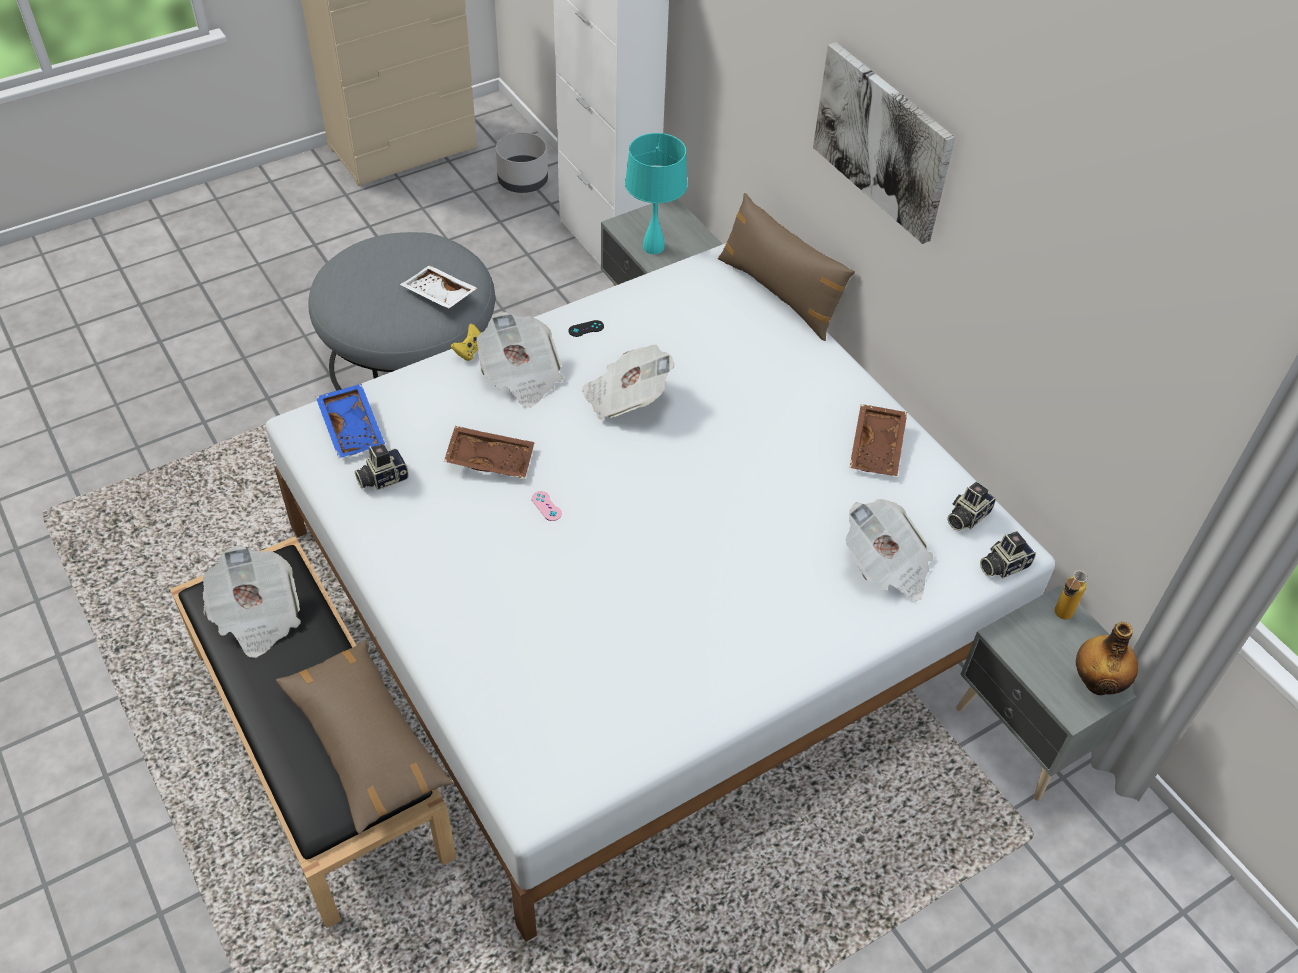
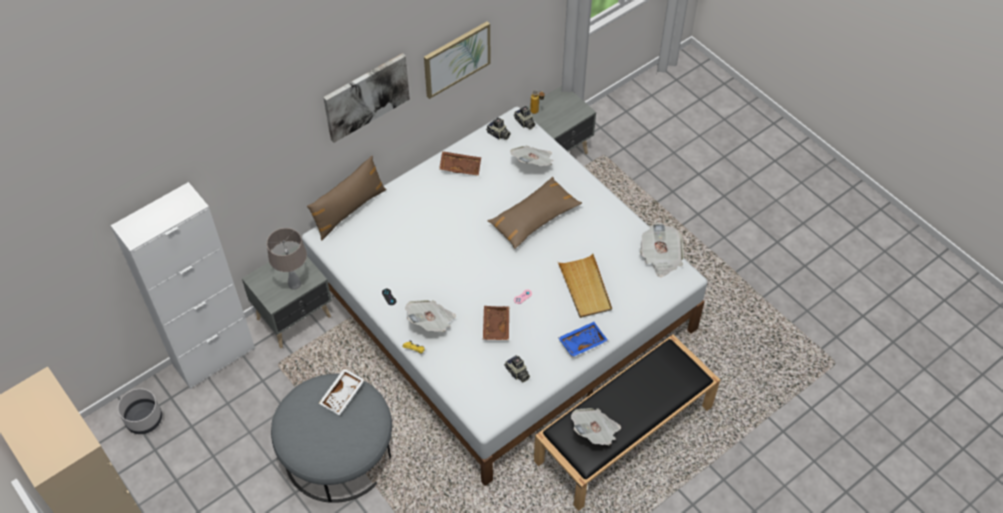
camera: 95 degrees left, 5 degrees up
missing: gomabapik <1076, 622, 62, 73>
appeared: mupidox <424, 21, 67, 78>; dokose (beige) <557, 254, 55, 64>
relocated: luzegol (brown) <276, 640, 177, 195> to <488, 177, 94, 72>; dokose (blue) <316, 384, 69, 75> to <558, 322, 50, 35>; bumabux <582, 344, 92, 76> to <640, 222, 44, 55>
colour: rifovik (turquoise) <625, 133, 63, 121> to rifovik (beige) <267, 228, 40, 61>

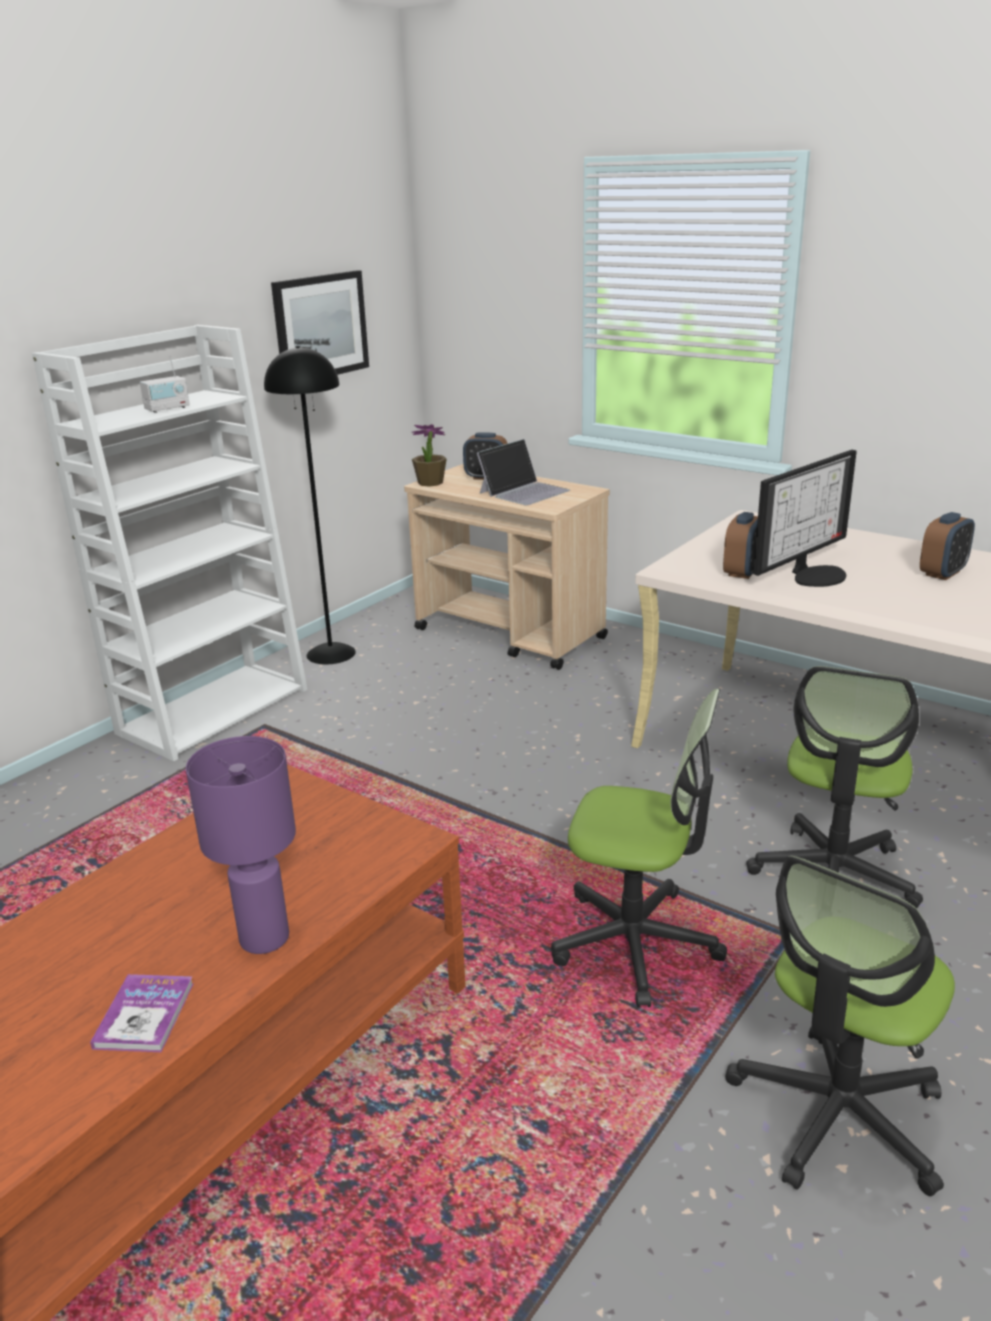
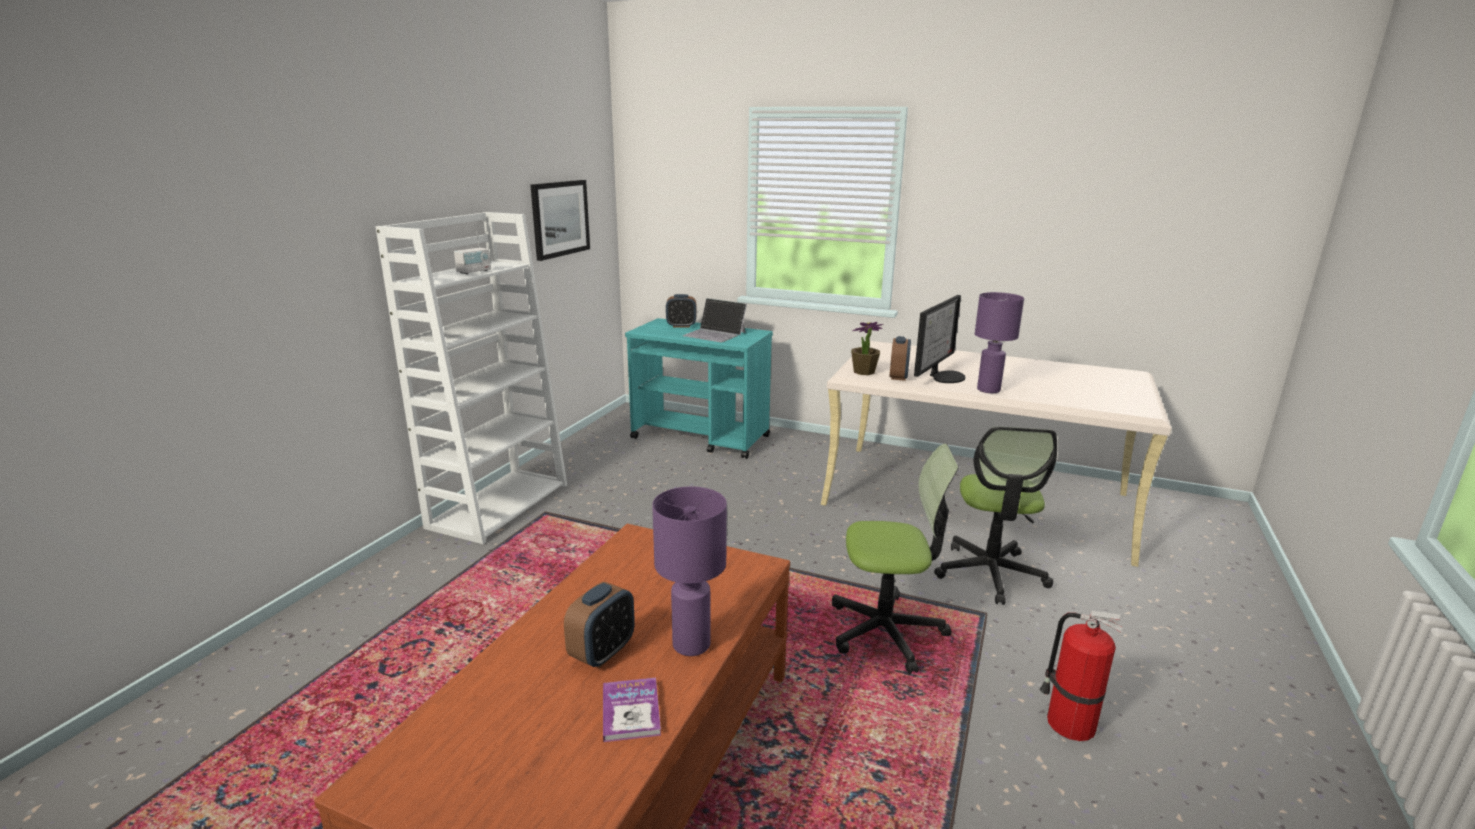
camera: 15 degrees left, 5 degrees down
missing: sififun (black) <264, 346, 92, 318>
appeared: rifovik (purple) <975, 292, 49, 101>
relocated: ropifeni <412, 424, 35, 63> to <851, 322, 33, 53>; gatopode <920, 512, 55, 68> to <564, 582, 71, 86>
exchanged: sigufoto <725, 856, 230, 340> to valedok <1040, 611, 84, 130>
colour: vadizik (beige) <404, 464, 206, 206> to vadizik (turquoise) <625, 318, 148, 141>
spun: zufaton <477, 439, 93, 66> = <683, 298, 64, 44> 90 degrees clockwise

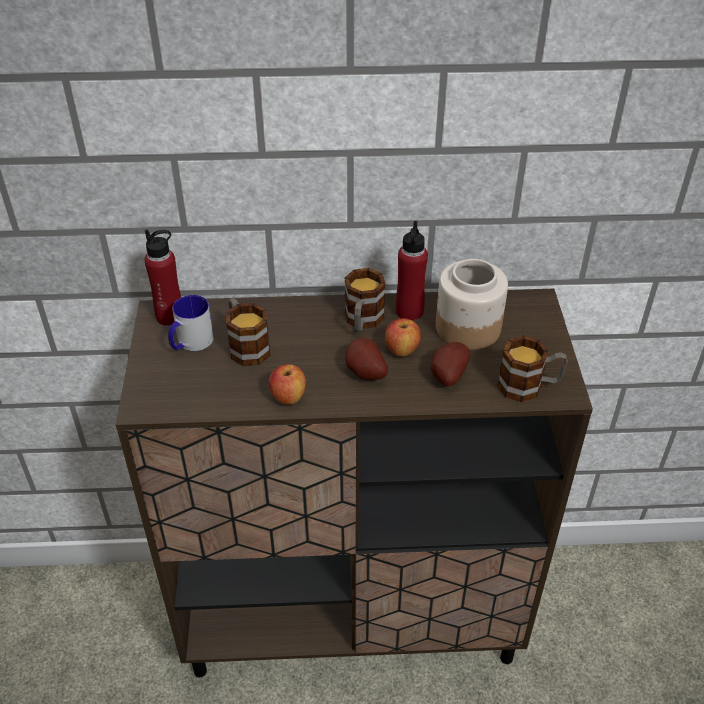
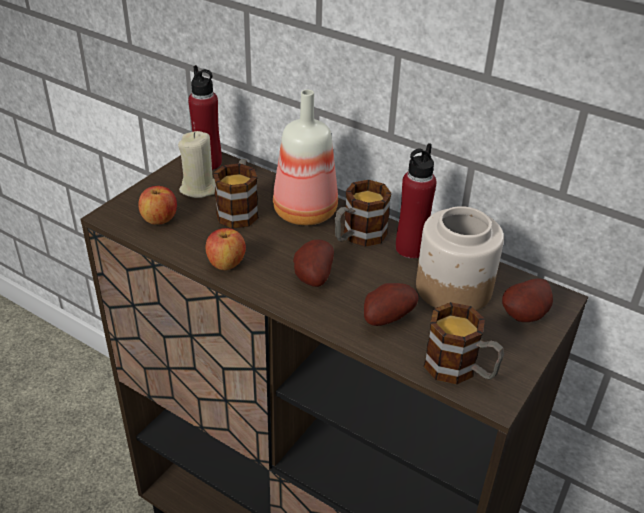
camera: 35 degrees right, 5 degrees down
appeared: gomabapik <273, 89, 65, 136>; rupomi <502, 279, 51, 43>
relocated: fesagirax <385, 318, 36, 38> to <138, 186, 39, 39>
exchanged: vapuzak <168, 295, 46, 56> to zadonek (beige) <178, 131, 37, 67>

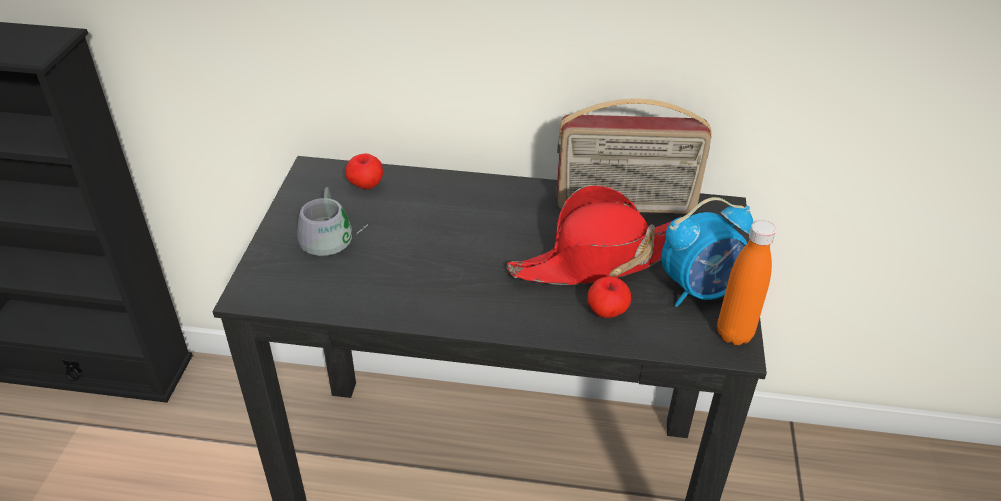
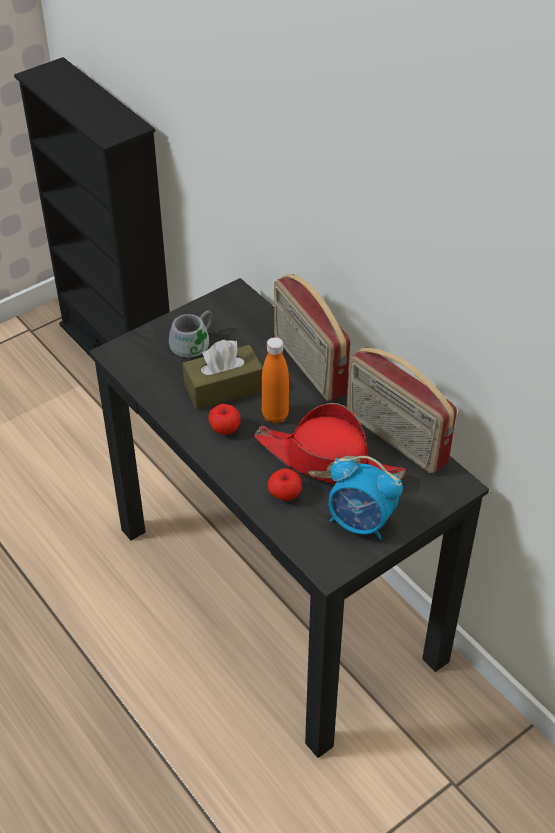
camera: 45 degrees right, 5 degrees up
appeared: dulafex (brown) <182, 340, 81, 69>; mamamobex <274, 274, 76, 127>
relocated: fesagirax <345, 153, 38, 36> to <208, 404, 33, 31>; gomabapik (orange) <717, 220, 59, 125> to <262, 337, 27, 87>

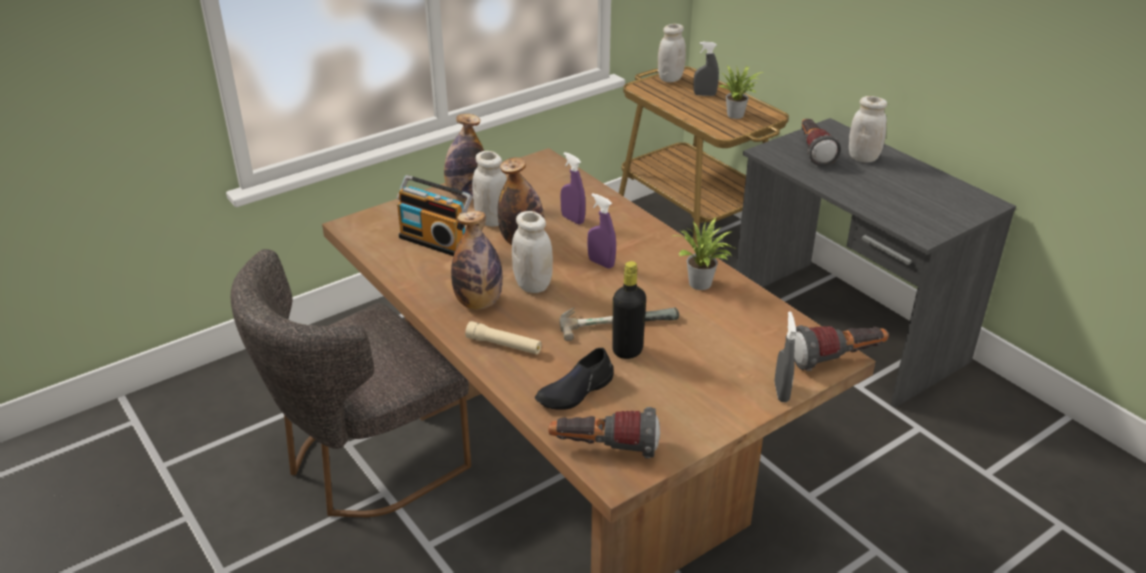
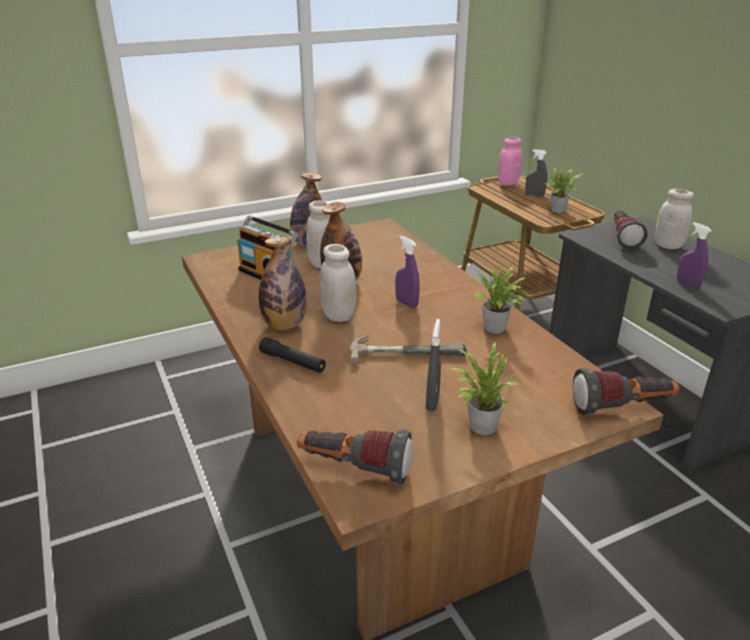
camera: 10 degrees right, 5 degrees down
missing: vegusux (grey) <231, 249, 240, 268>; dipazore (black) <535, 347, 79, 63>; gomabapik (black) <612, 261, 34, 98>
appeared: ropifeni <450, 342, 70, 93>
relocated: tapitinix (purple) <560, 152, 26, 73> to <677, 222, 34, 67>; tapitinix (grey) <775, 311, 21, 91> to <426, 319, 15, 92>
colour: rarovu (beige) <465, 321, 77, 34> to rarovu (black) <259, 337, 67, 36>; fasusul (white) <658, 24, 28, 58> to fasusul (pink) <498, 137, 24, 49>

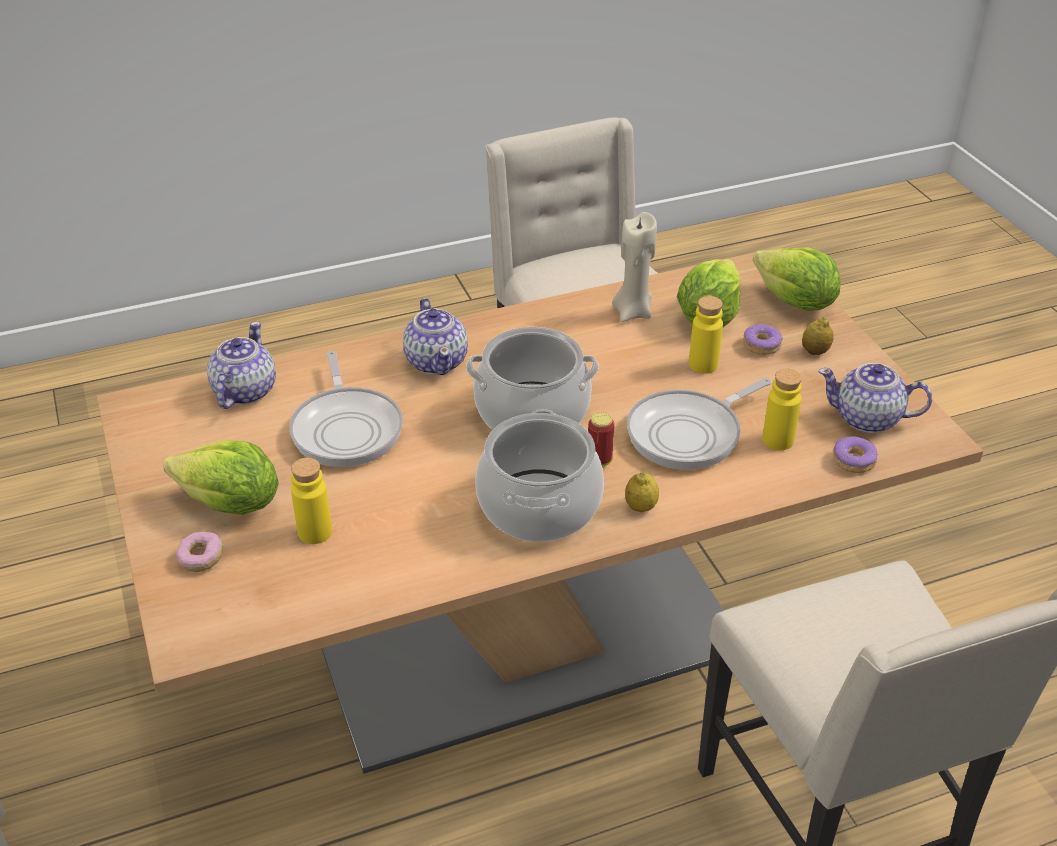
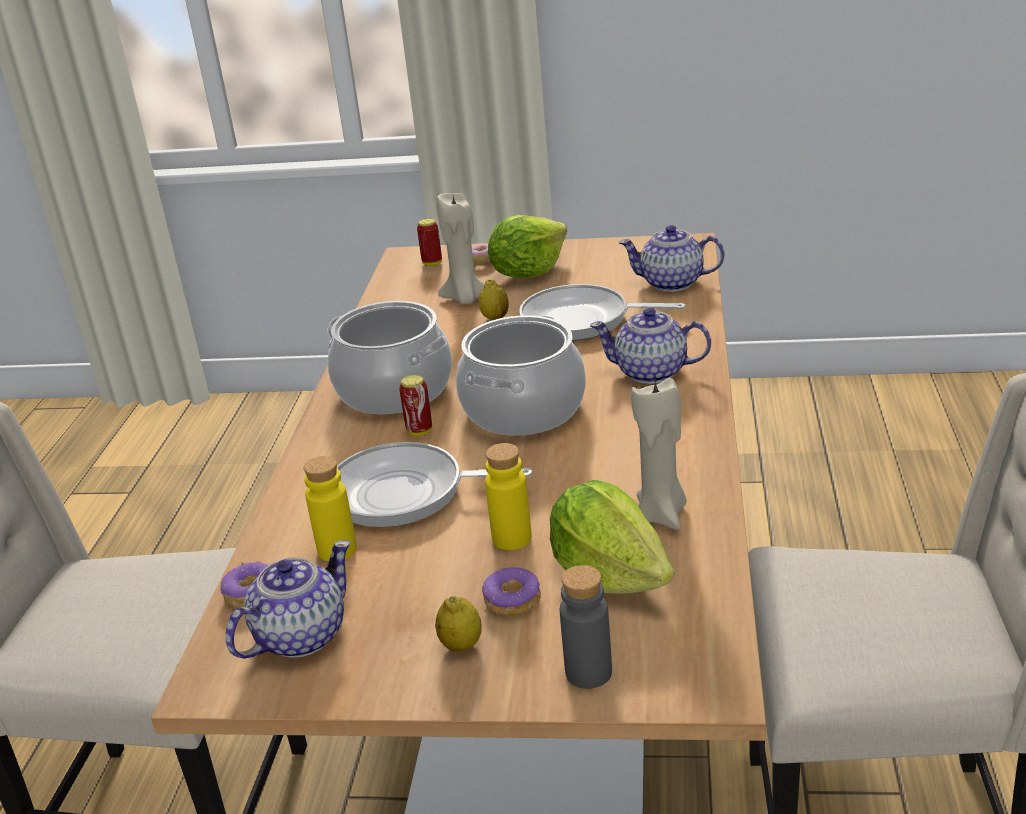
camera: 120 degrees right, 10 degrees down
appeared: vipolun <417, 218, 25, 48>
relocated: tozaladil <625, 472, 34, 40> to <479, 279, 30, 41>
exchanged: gomabapik (yellow) <291, 458, 41, 86> to zadonek (beige) <437, 193, 48, 111>; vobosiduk <753, 247, 88, 64> to gomabapik (grey) <560, 565, 52, 124>
spun: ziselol <207, 321, 69, 88> = <619, 225, 105, 67> 150 degrees clockwise; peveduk <627, 378, 145, 92> = <337, 442, 195, 85> 75 degrees counterclockwise

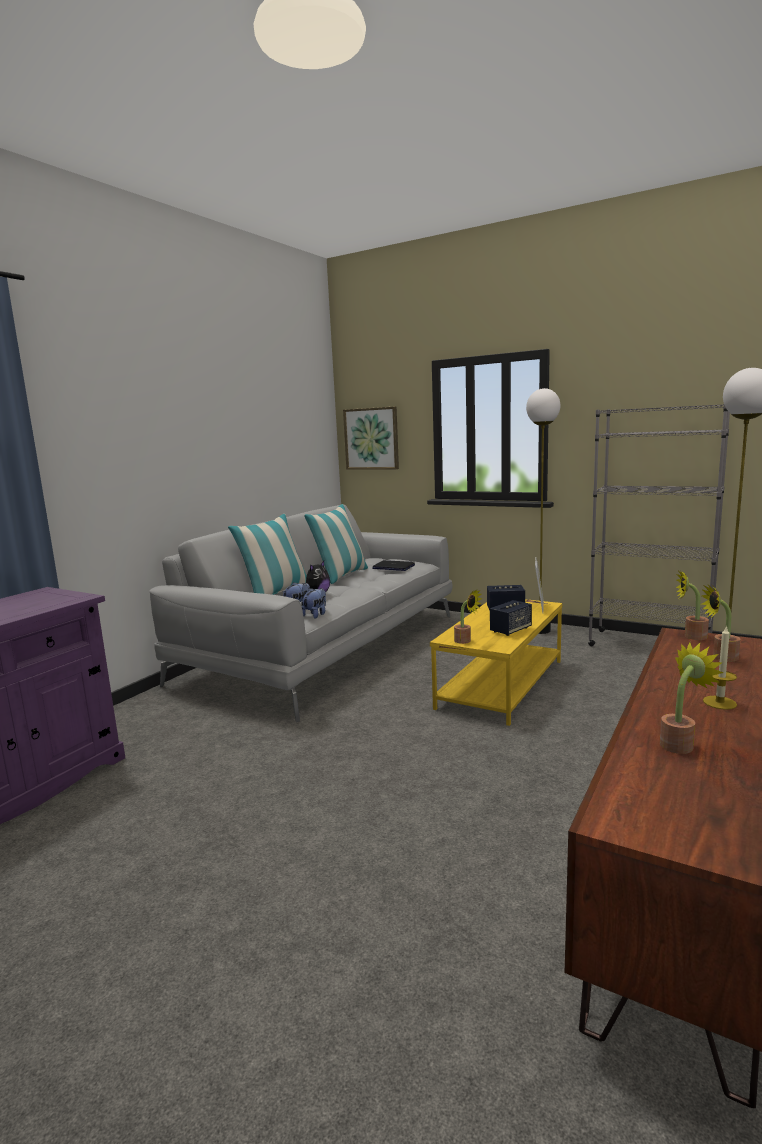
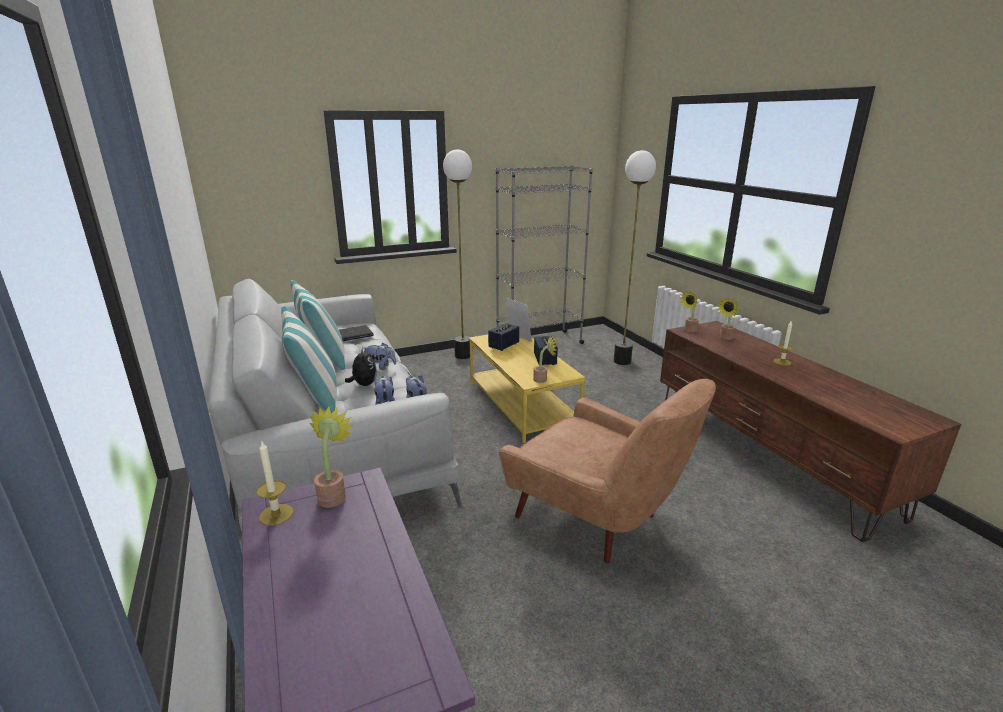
camera: 55 degrees left, 10 degrees up
missing: mupidox <343, 407, 56, 63>
appeared: zadonek <256, 440, 37, 86>; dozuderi <363, 343, 33, 27>; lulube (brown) <499, 379, 217, 184>
relocated: ropifeni <660, 642, 64, 112> to <309, 406, 44, 102>

